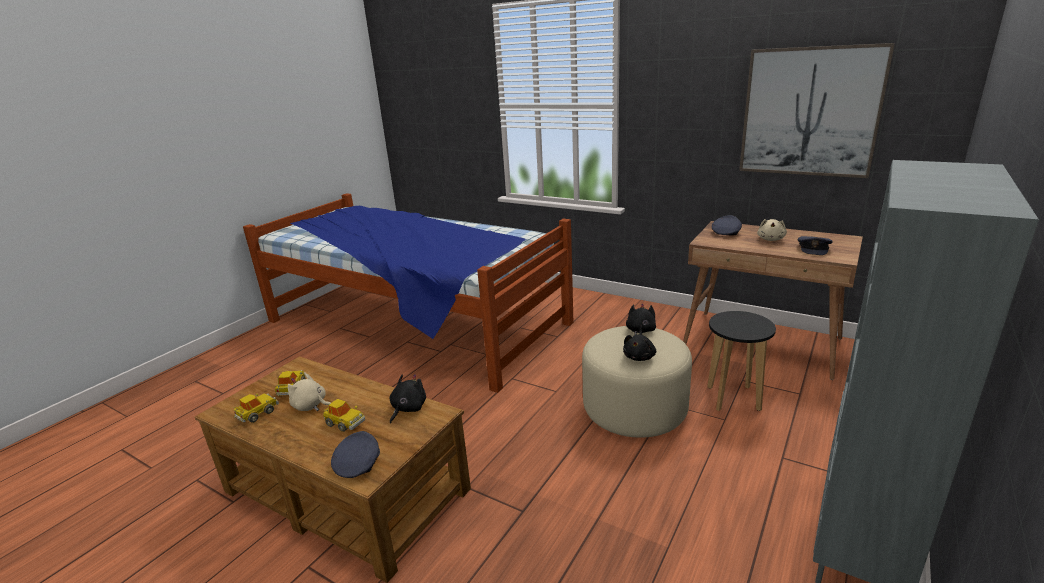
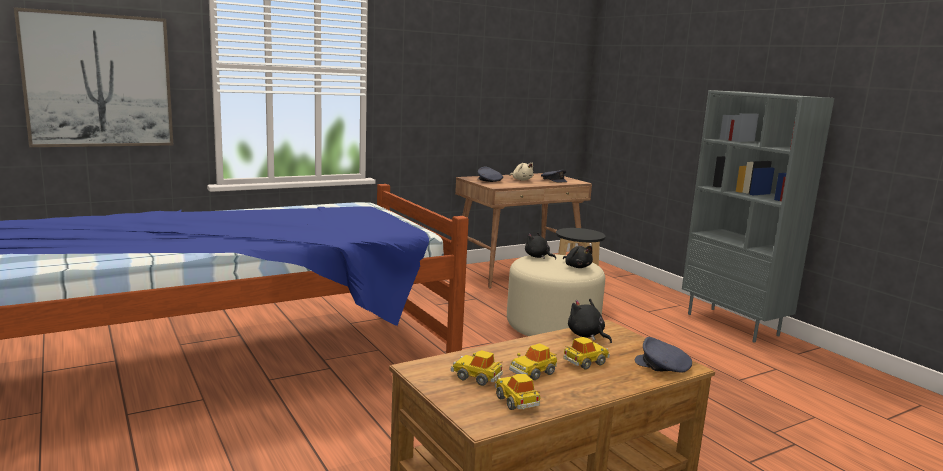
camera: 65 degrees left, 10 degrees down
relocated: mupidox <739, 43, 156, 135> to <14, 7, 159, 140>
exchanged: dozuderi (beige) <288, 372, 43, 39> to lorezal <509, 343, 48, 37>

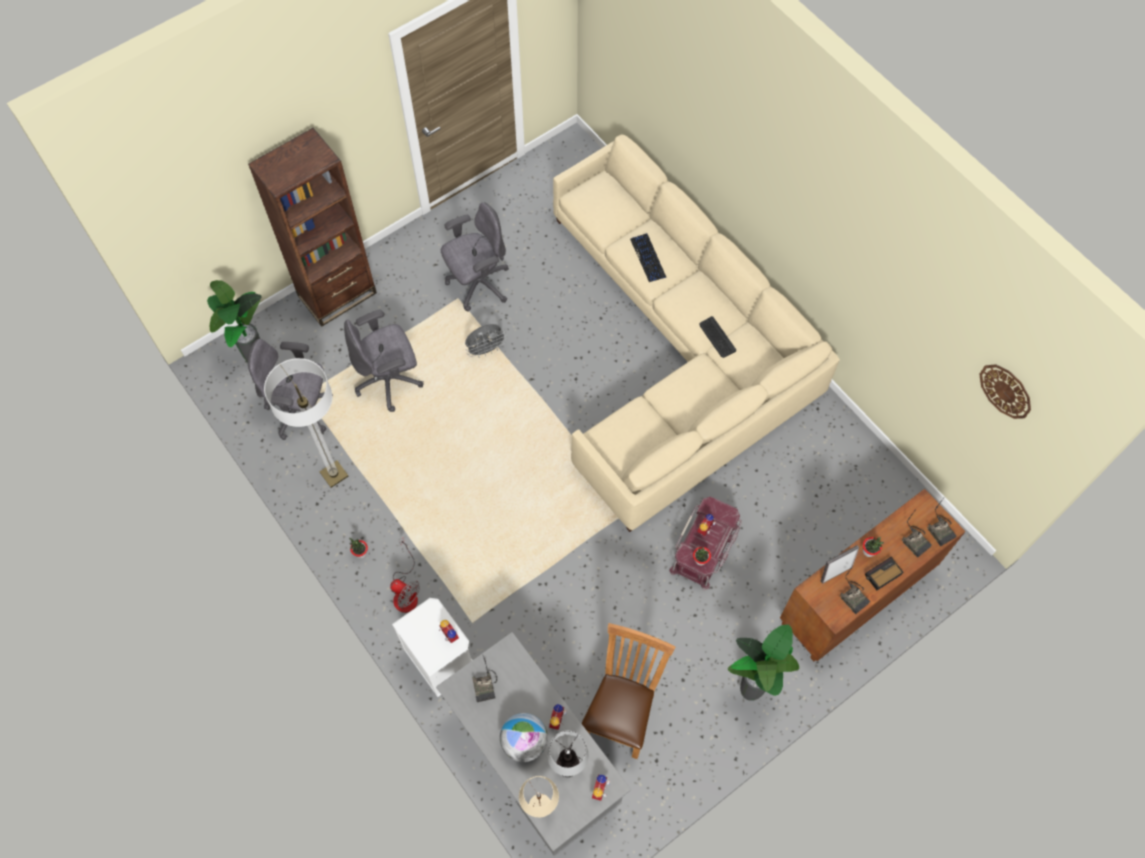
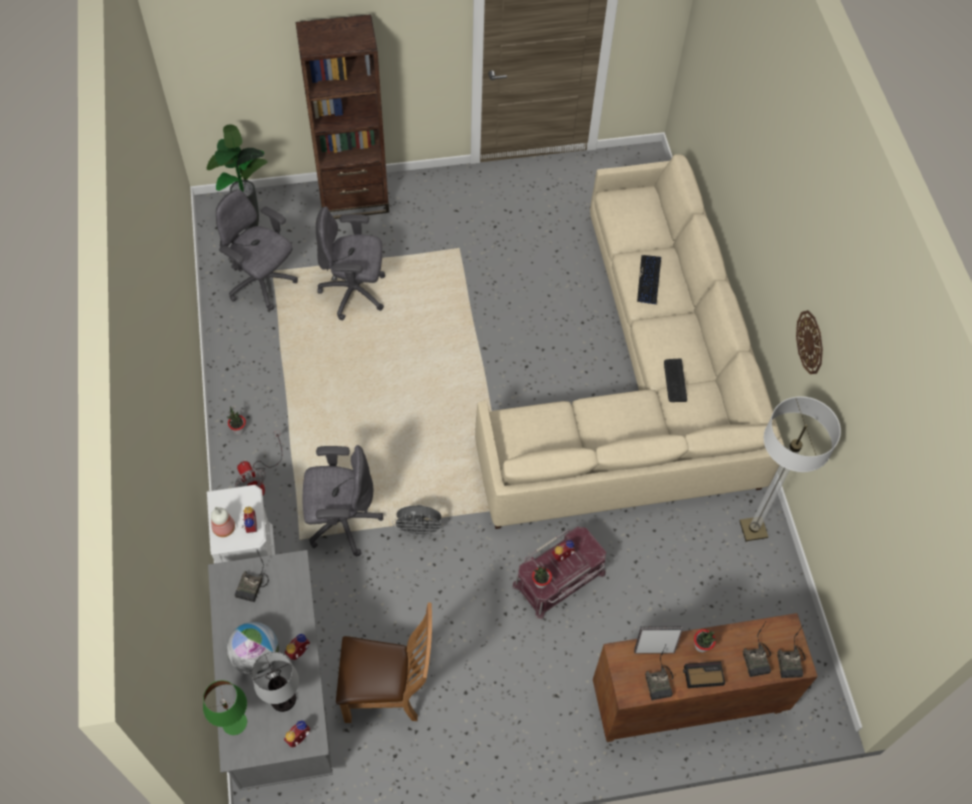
camera: 25 degrees right, 5 degrees down
missing: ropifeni <728, 625, 71, 76>
appeared: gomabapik <211, 506, 24, 31>
relocated: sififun <264, 358, 85, 130> to <739, 396, 102, 145>; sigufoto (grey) <441, 202, 68, 110> to <303, 445, 80, 111>; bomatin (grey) <465, 324, 42, 34> to <392, 505, 52, 33>; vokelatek <979, 364, 52, 55> to <796, 310, 27, 64>
colour: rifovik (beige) <519, 776, 40, 41> to rifovik (green) <203, 680, 44, 55>
spun: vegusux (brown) <581, 623, 95, 136> = <336, 603, 96, 120> 45 degrees clockwise

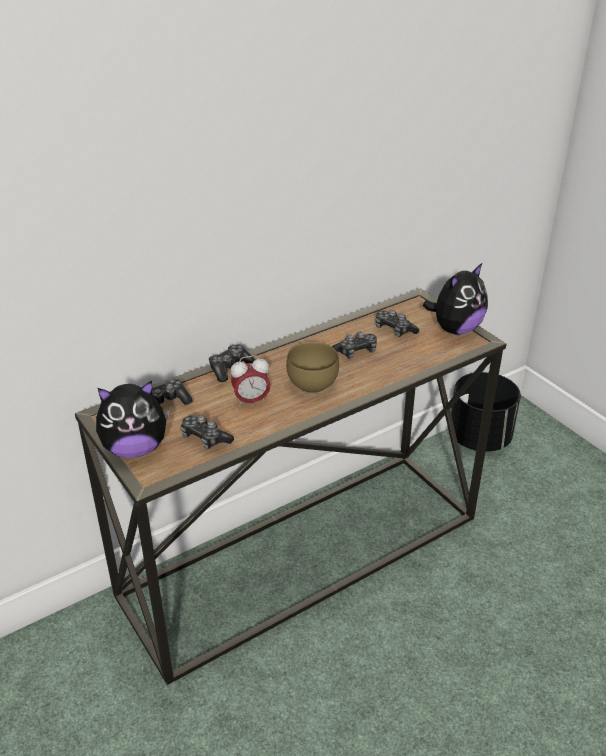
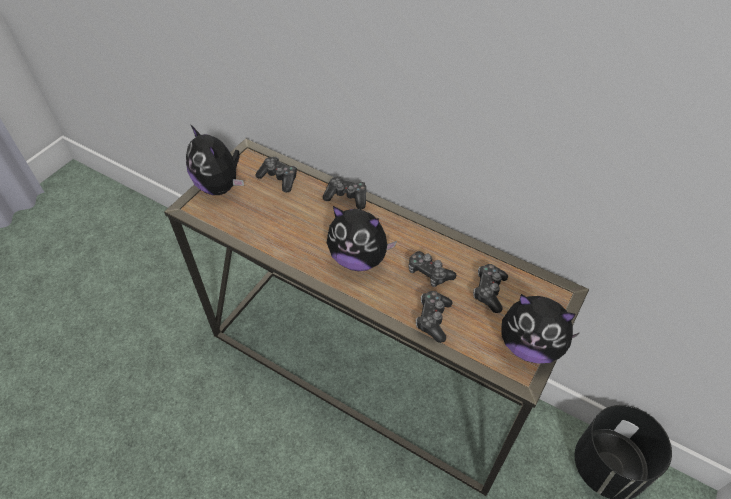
camera: 65 degrees right, 15 degrees up
missing: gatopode <231, 355, 40, 52>
relocated: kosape <180, 415, 54, 34> to <416, 291, 36, 52>
exchanged: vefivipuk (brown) <286, 342, 53, 51> to dozuderi <327, 206, 70, 65>

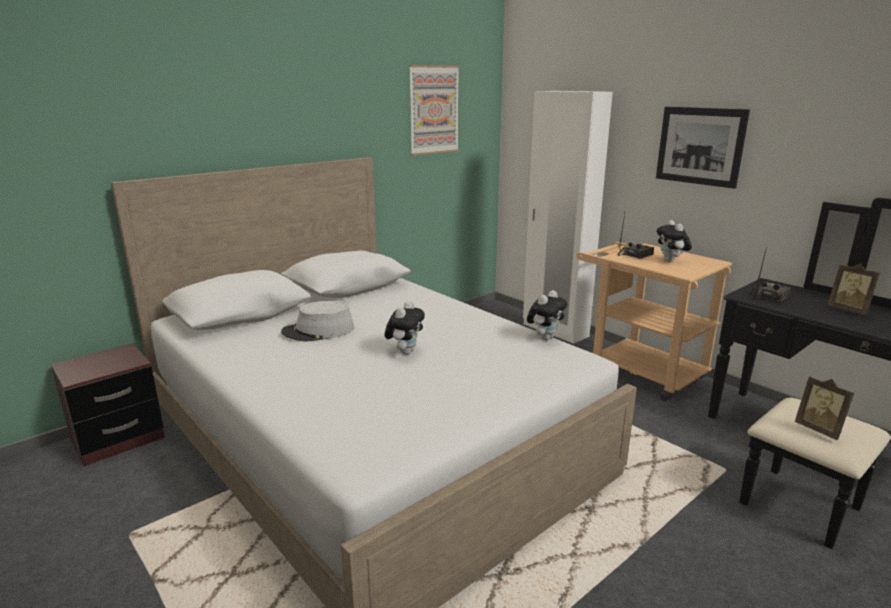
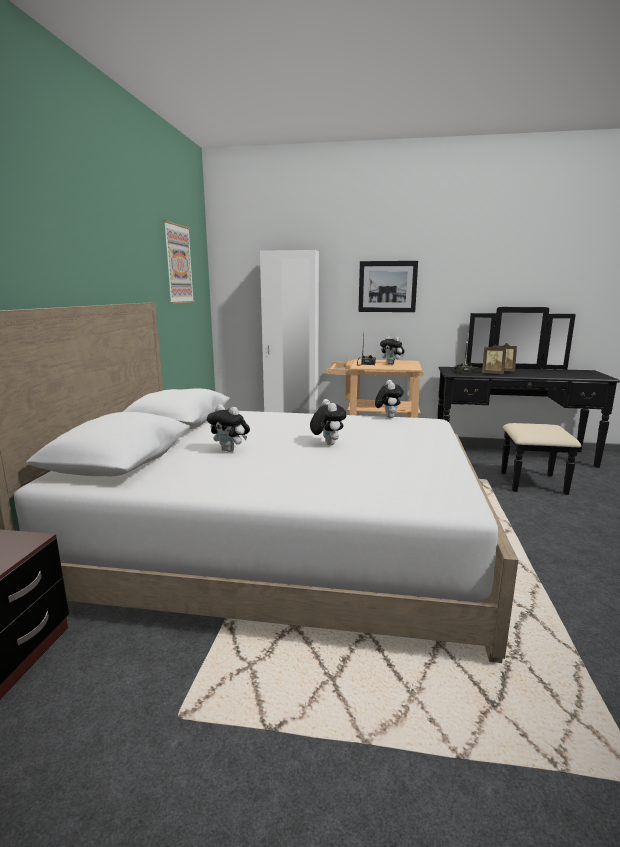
camera: 40 degrees left, 5 degrees down
relocated: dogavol <795, 376, 59, 64> to <482, 344, 24, 30>
exchanged: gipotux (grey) <281, 301, 74, 41> to dozuderi <207, 404, 43, 48>

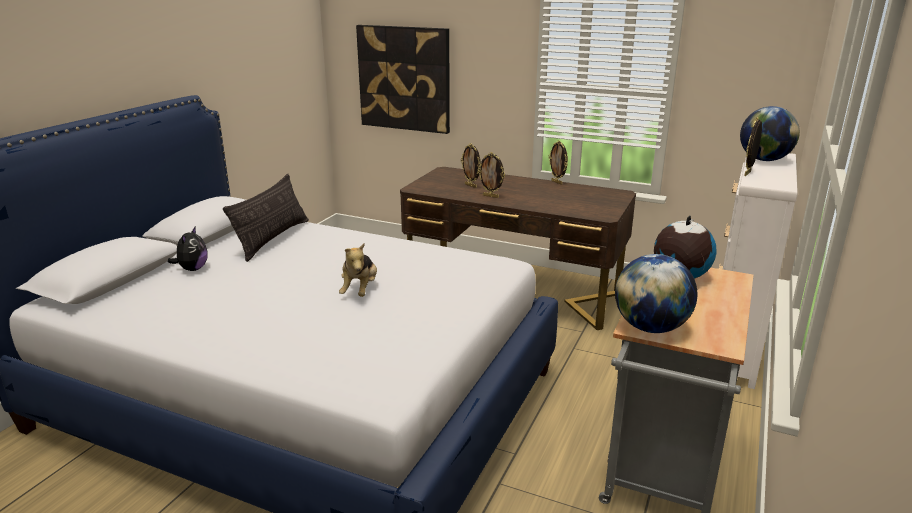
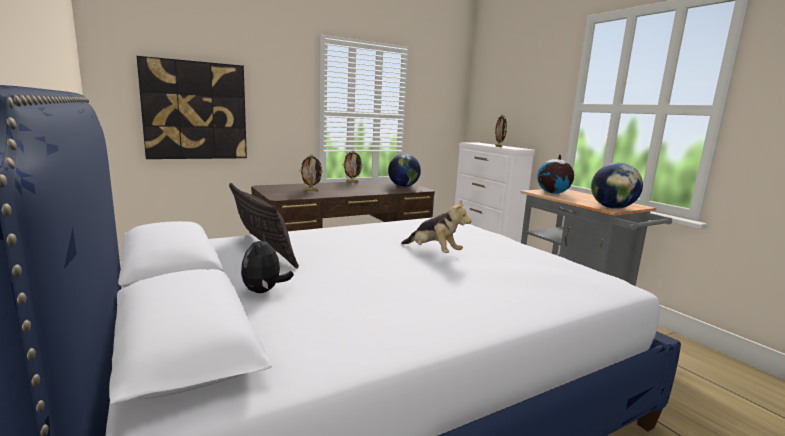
camera: 55 degrees left, 10 degrees down
missing: dogavol <478, 152, 27, 46>
relocated: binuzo <740, 106, 60, 55> to <388, 154, 33, 33>
spun: dozuderi <168, 227, 40, 44> = <241, 233, 53, 60> 135 degrees counterclockwise

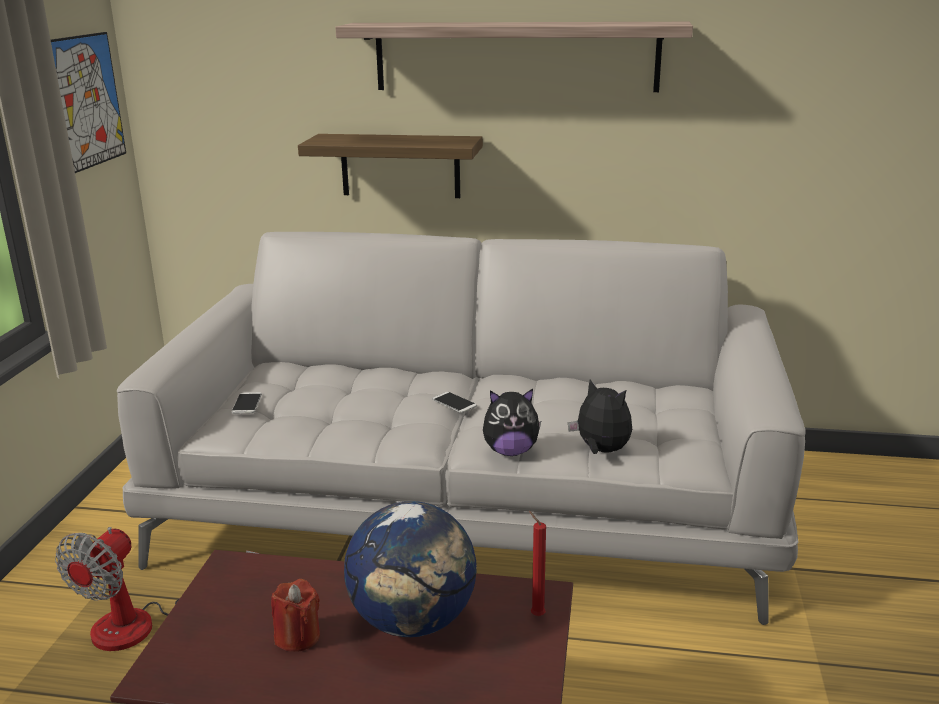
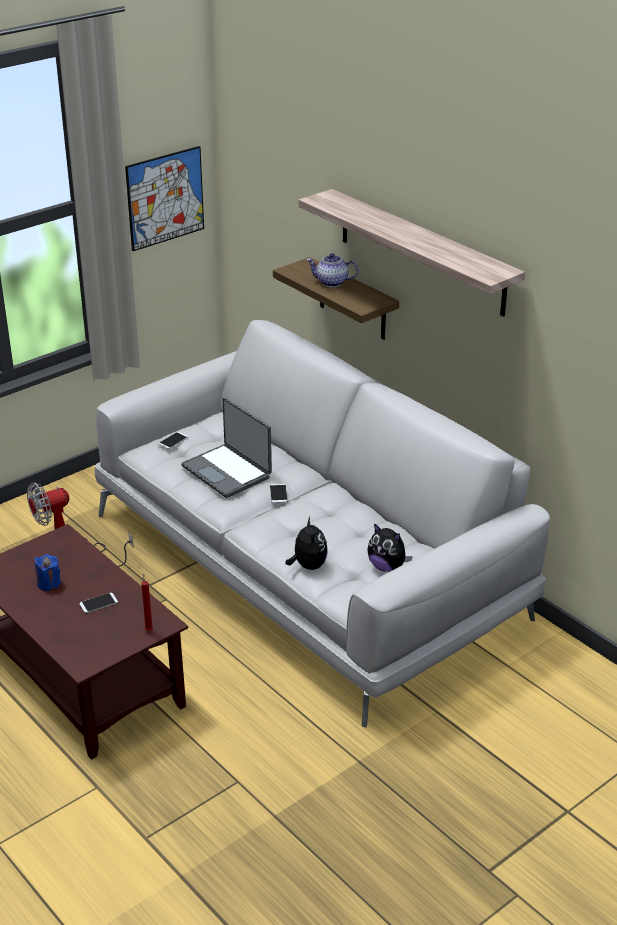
camera: 40 degrees right, 10 degrees up
appeared: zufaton <181, 398, 91, 100>; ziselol <307, 253, 52, 34>
relocated: dozuderi <483, 389, 58, 67> to <367, 523, 46, 49>
exchanged: binuzo <344, 501, 133, 136> to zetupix <79, 593, 39, 20>
colour: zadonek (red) <271, 579, 49, 73> to zadonek (blue) <35, 554, 26, 37>

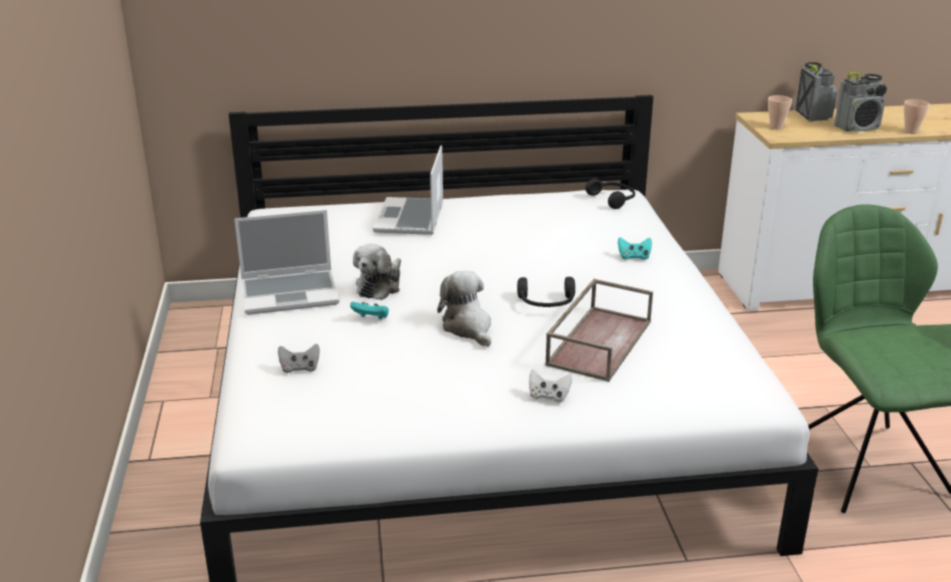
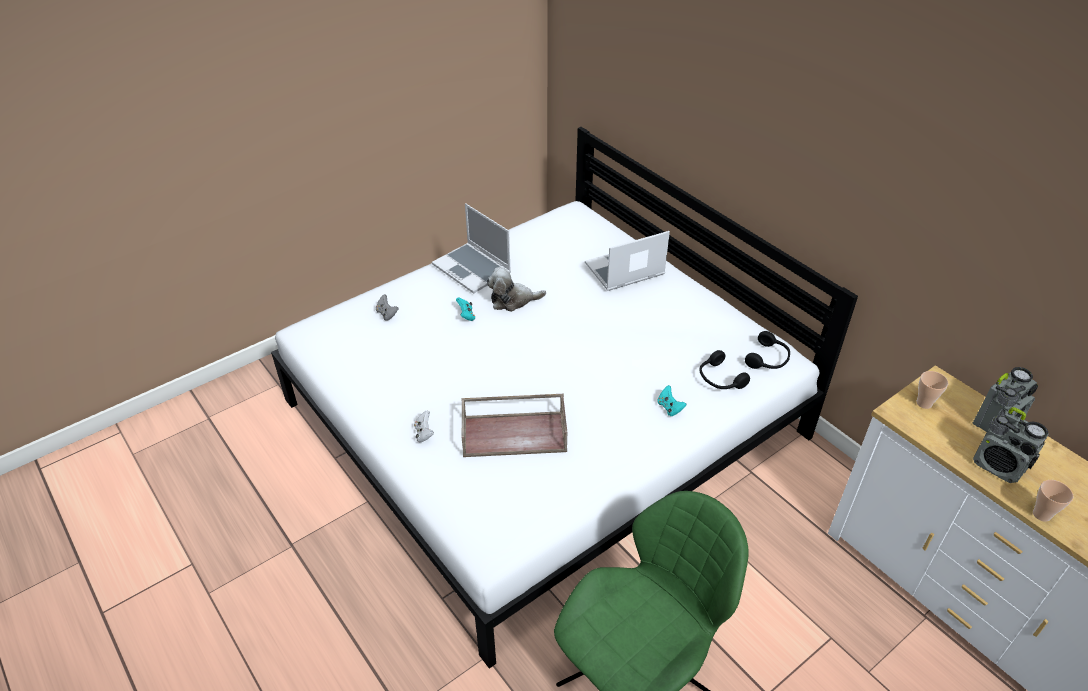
camera: 60 degrees right, 15 degrees up
missing: dozuderi <437, 271, 54, 76>
relocated: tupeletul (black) <517, 277, 58, 30> to <700, 350, 50, 39>

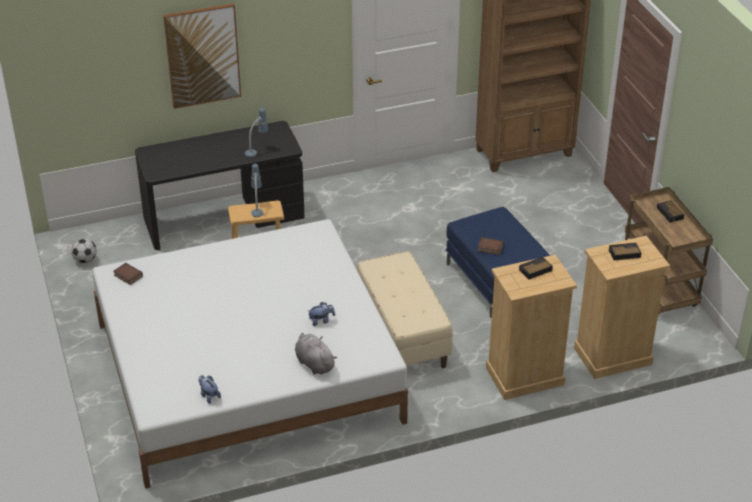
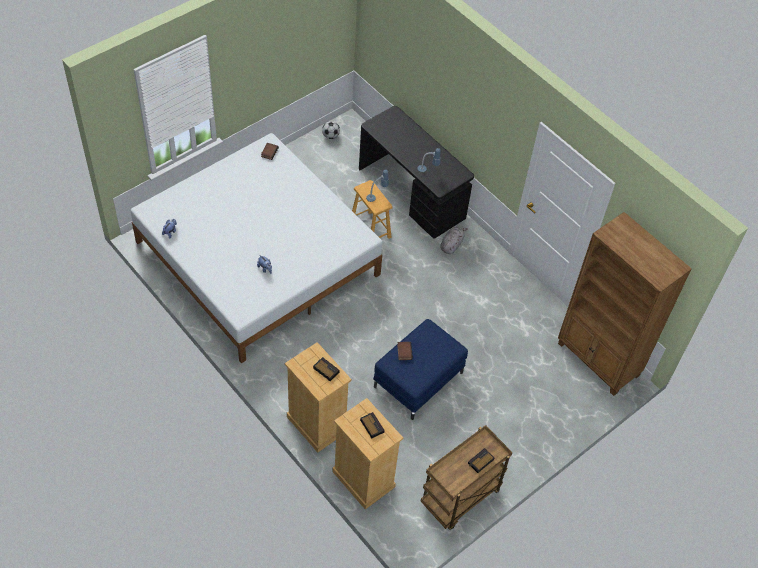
camera: 65 degrees right, 15 degrees up
missing: mupidox <163, 3, 78, 106>; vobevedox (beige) <357, 251, 96, 117>
relocated: dozuderi (grey) <295, 333, 42, 42> to <441, 227, 27, 27>

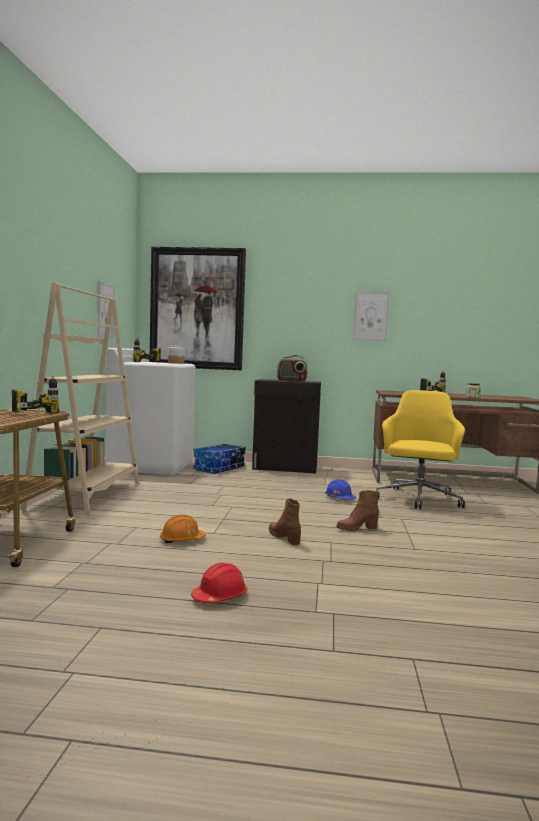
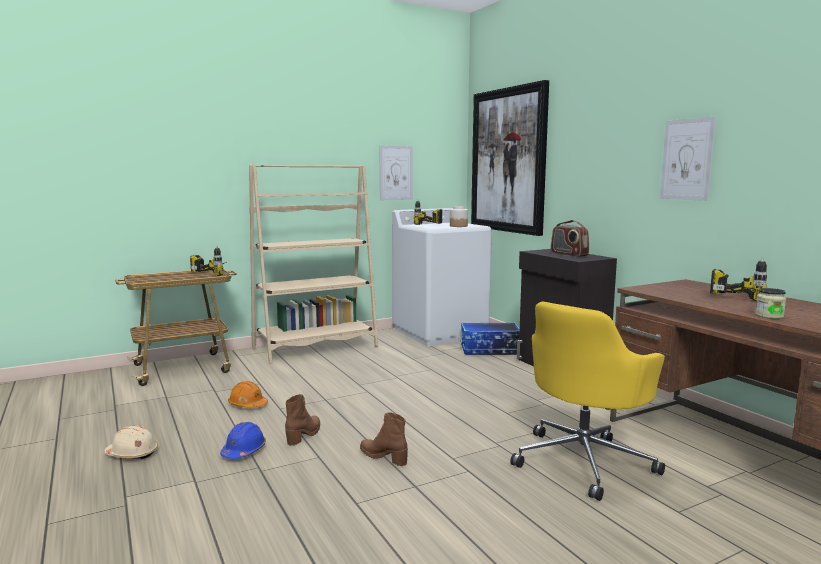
camera: 55 degrees right, 5 degrees up
relocated: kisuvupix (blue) <325, 479, 31, 21> to <220, 422, 46, 37>
colour: kisuvupix (red) <191, 563, 56, 40> to kisuvupix (beige) <104, 425, 54, 34>
spun: sigufoto (yellow) <376, 390, 89, 119> = <510, 302, 155, 199> 150 degrees clockwise

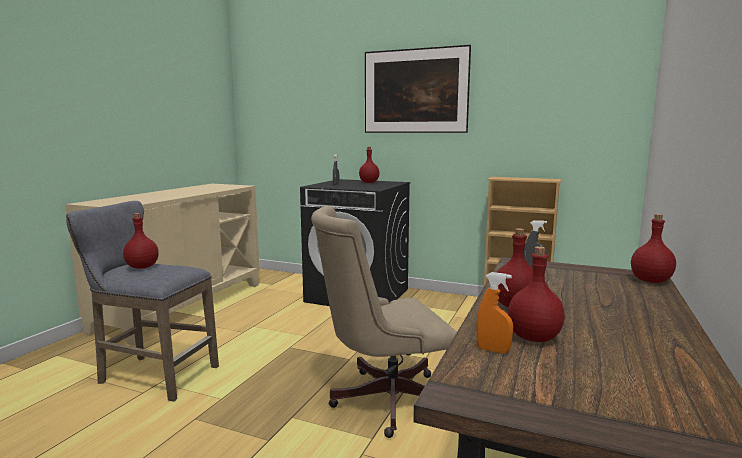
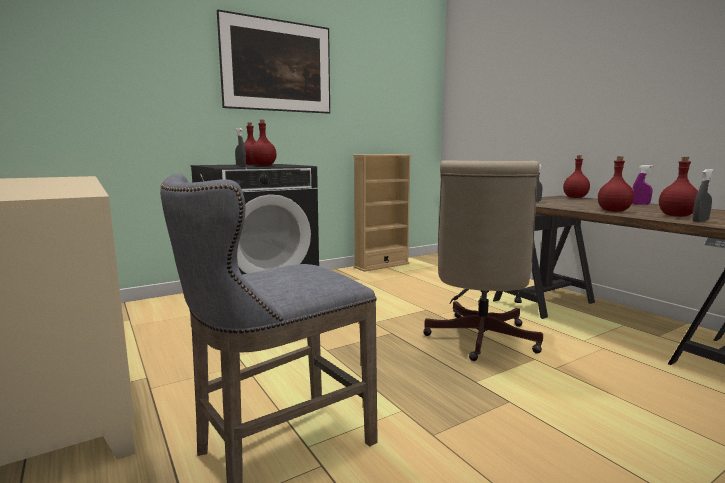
camera: 55 degrees left, 0 degrees up
appeared: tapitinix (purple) <632, 165, 21, 40>
relocated: gomabapik (red) <123, 213, 36, 56> to <250, 120, 27, 46>
colour: tapitinix (orange) <476, 272, 37, 81> to tapitinix (grey) <693, 169, 21, 53>

